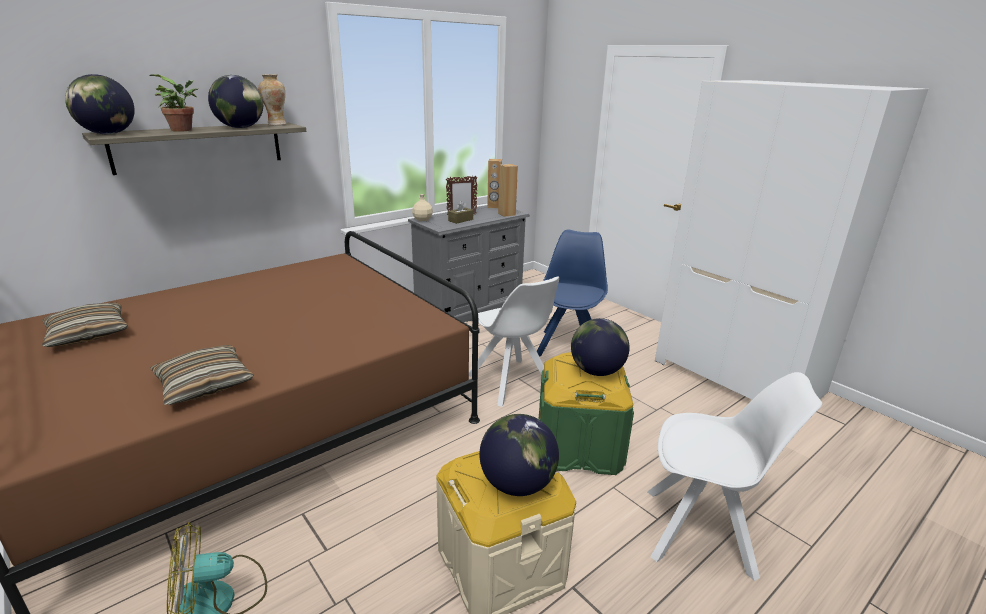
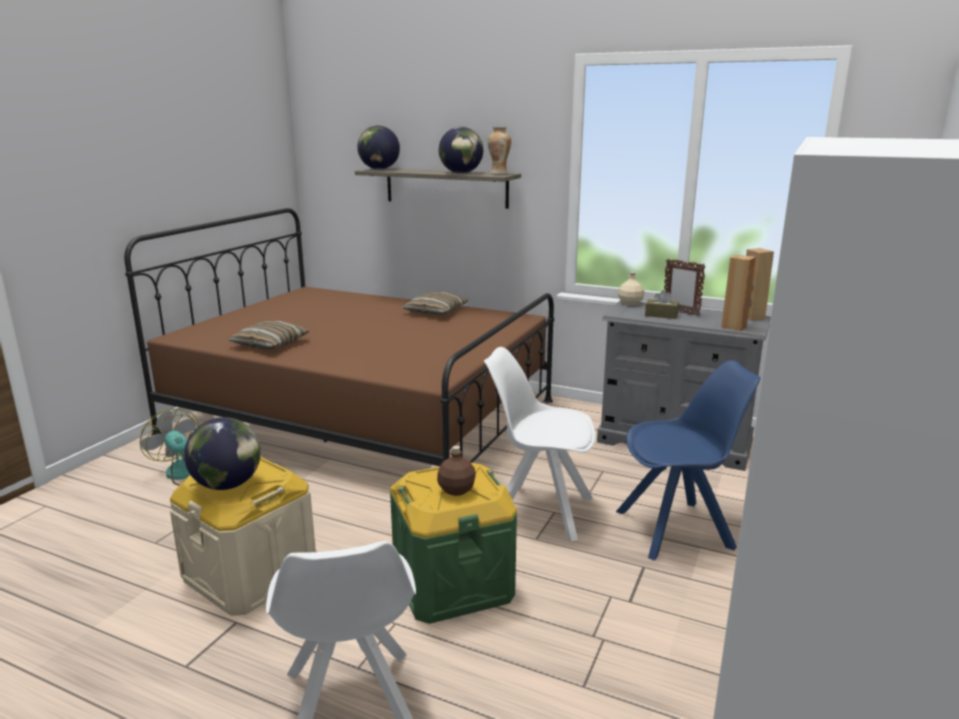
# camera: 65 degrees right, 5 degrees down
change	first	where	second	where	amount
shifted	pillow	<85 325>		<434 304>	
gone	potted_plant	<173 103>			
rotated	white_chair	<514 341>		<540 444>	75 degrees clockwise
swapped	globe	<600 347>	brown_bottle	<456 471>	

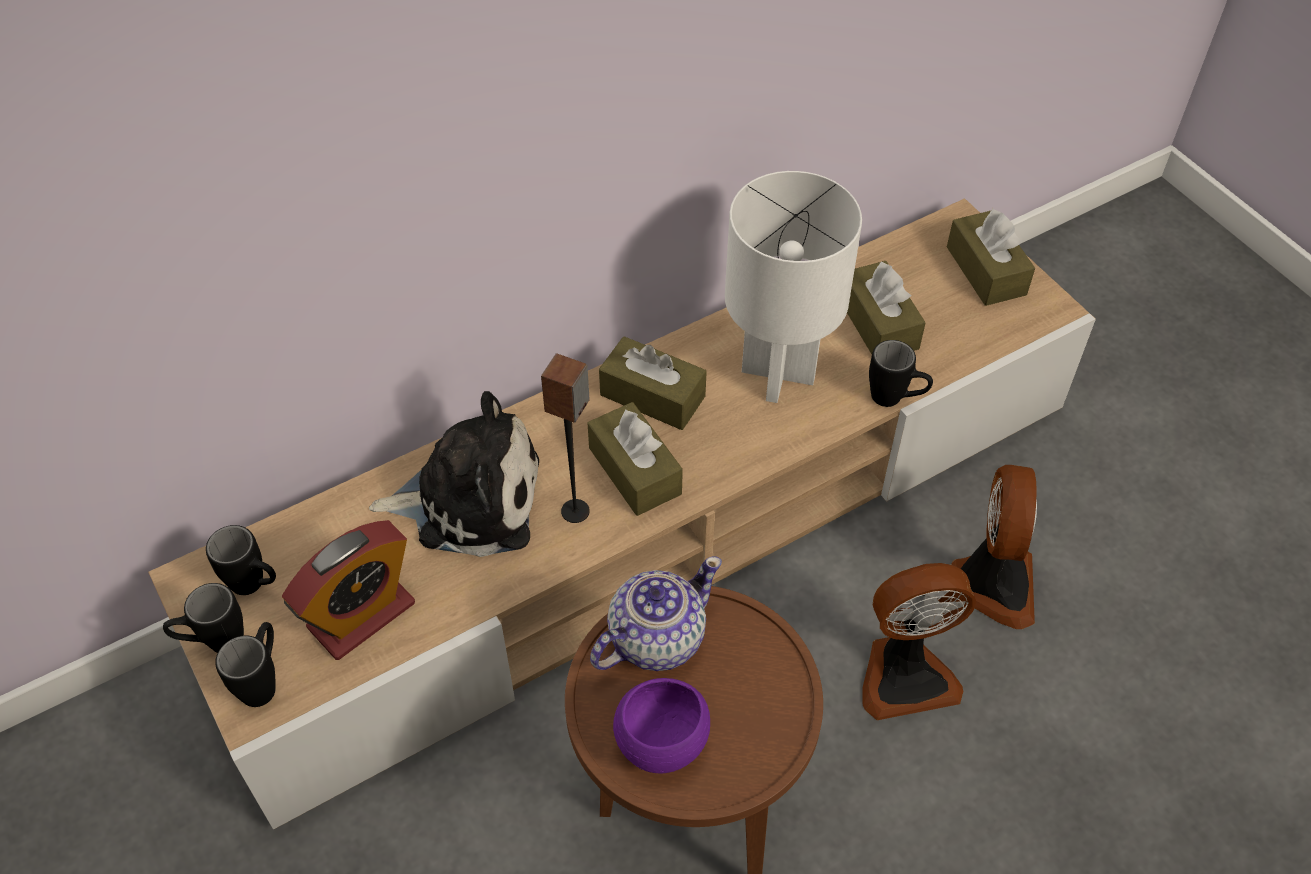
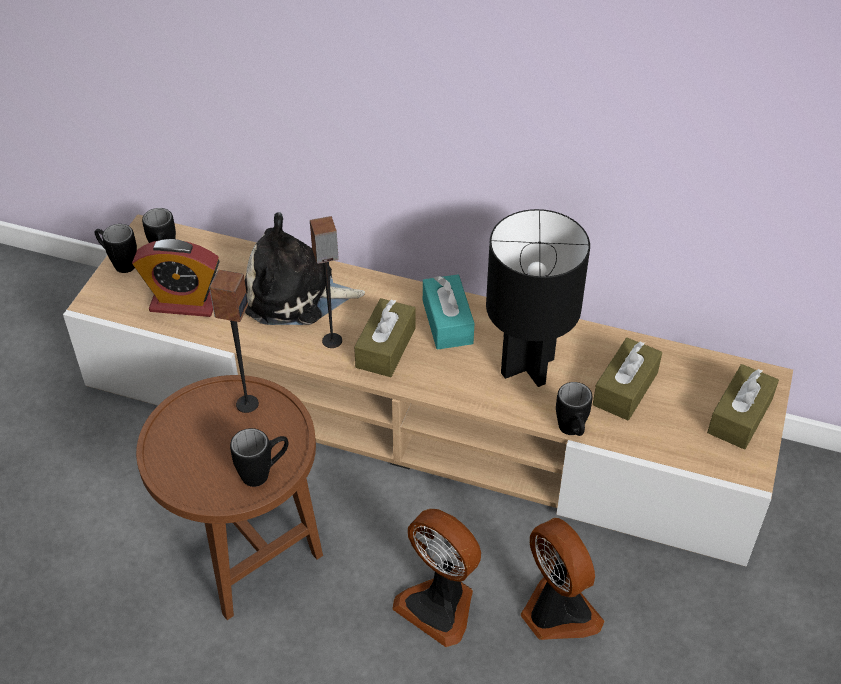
# camera: 50 degrees right, 5 degrees down
change	first	where	second	where	amount
shifted	black_mug	<245 664>		<259 457>	
rotated	plush_toy	<454 474>		<305 268>	135 degrees clockwise
swapped	teapot	<656 613>	speaker	<234 341>	
repainted	brown_tissue_box	<653 383>	turquoise_tissue_box	<448 312>	
gone	purple_bowl	<661 725>			
repainted	white_table_lamp	<793 287>	black_table_lamp	<538 298>	
rotated	fan	<994 547>		<563 579>	90 degrees counterclockwise

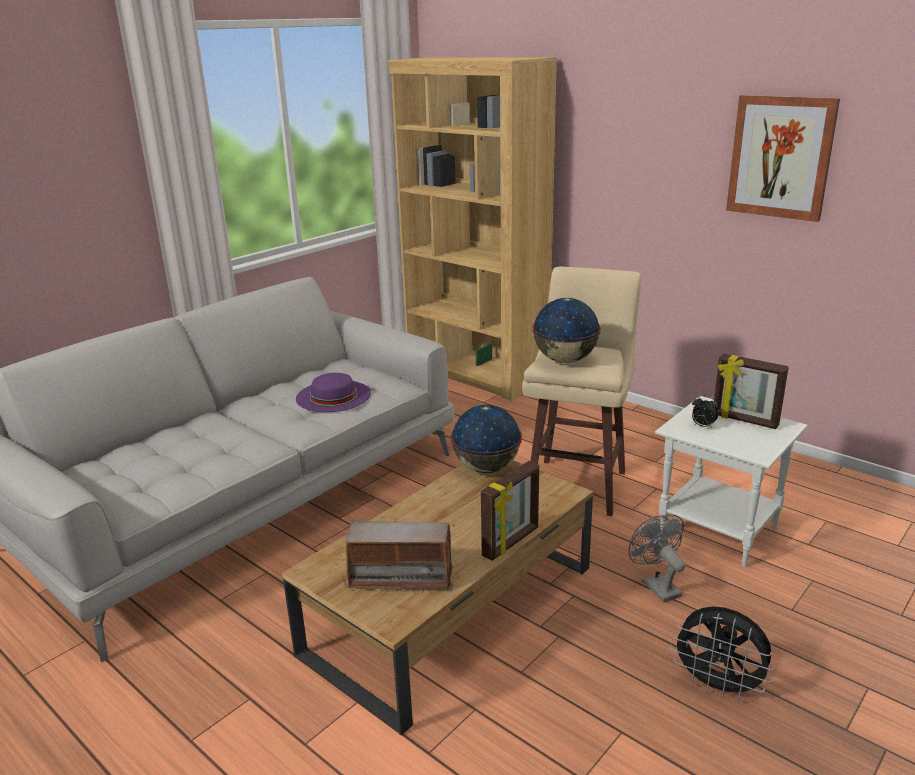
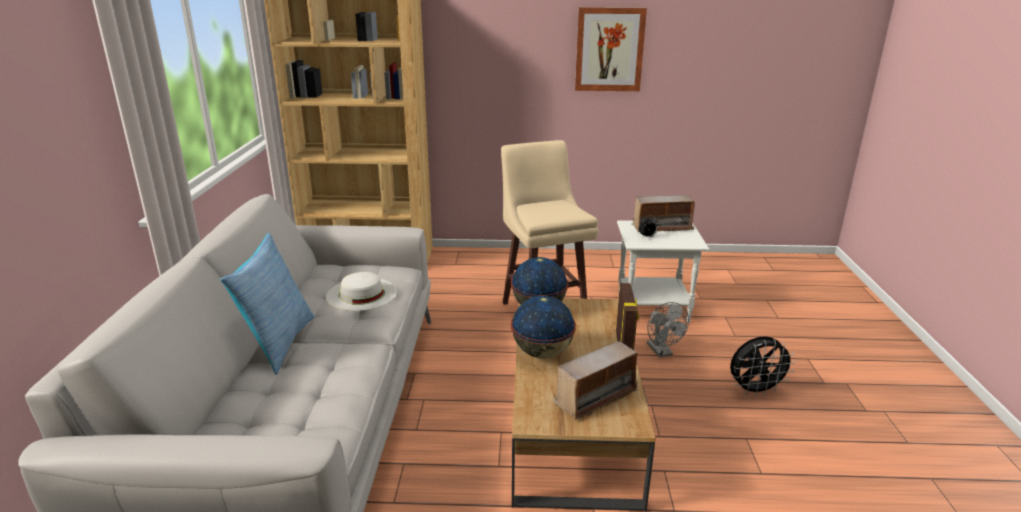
# camera: 40 degrees left, 0 degrees up
change	first	where	second	where	amount
repainted	purple_hat	<333 392>	white_hat	<361 291>	
shifted	globe	<566 330>		<543 327>	
rotated	grey_fan	<656 558>		<668 330>	135 degrees counterclockwise
swapped	picture_frame	<751 391>	radio	<664 213>	
new			pillow	<267 304>	

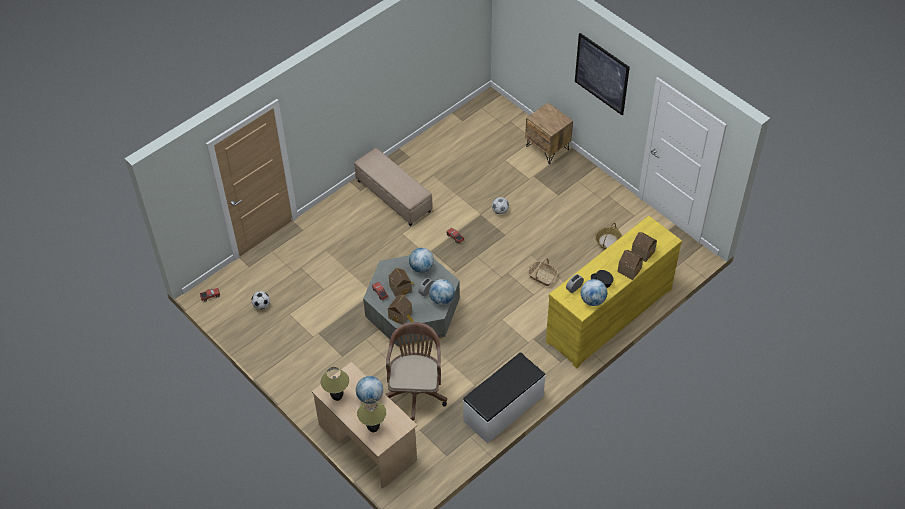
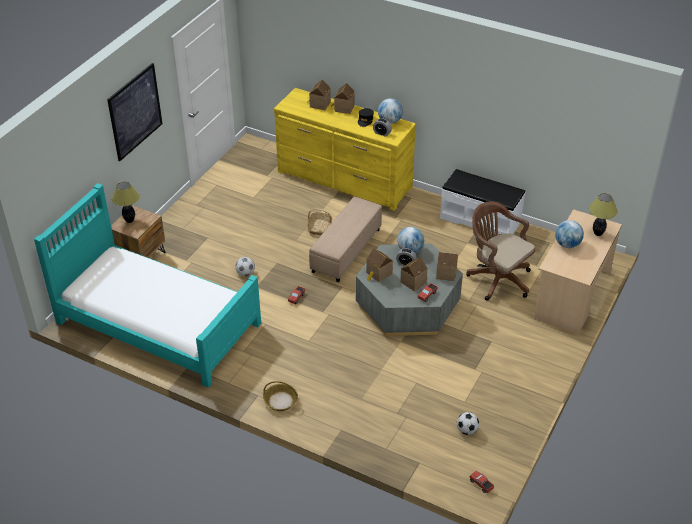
# camera: 110 degrees left, 10 degrees down
change	first	where	second	where	amount
shifted	table_lamp	<335 384>		<126 202>	
shifted	beige_ottoman	<393 187>		<345 239>	
rotated	brown_office_chair	<416 371>		<500 251>	60 degrees clockwise
swapped	globe	<421 260>	toy_house	<379 265>	
shifted	basket	<608 236>		<280 396>	
new			turquoise_bed	<147 285>	

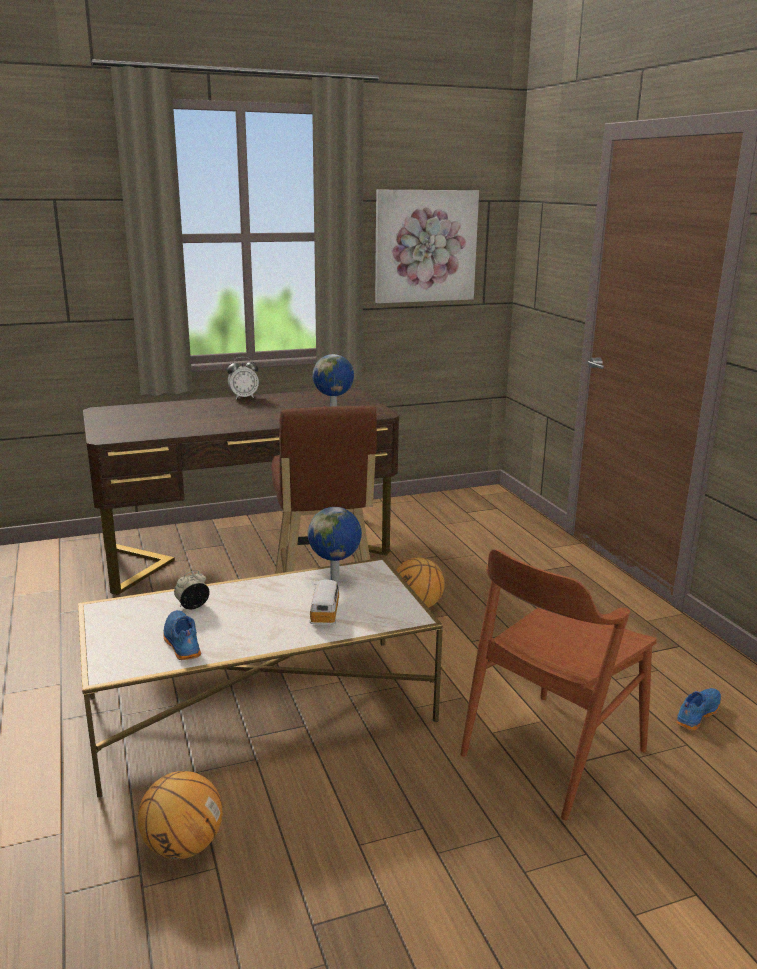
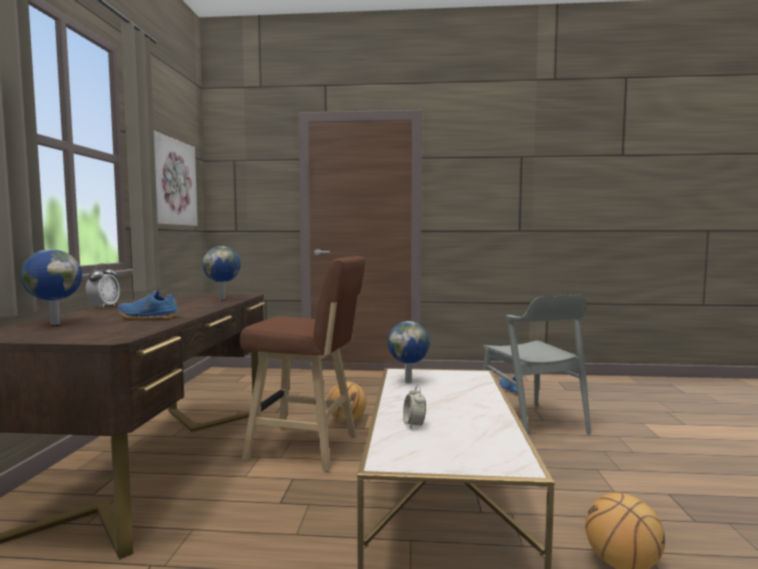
# camera: 65 degrees left, 15 degrees down
change	first	where	second	where	amount
shifted	blue_shoe	<182 635>		<149 304>	
gone	toy_car	<325 602>			
repainted	brown_chair	<558 685>	grey_chair	<537 365>	
new			globe	<51 287>	

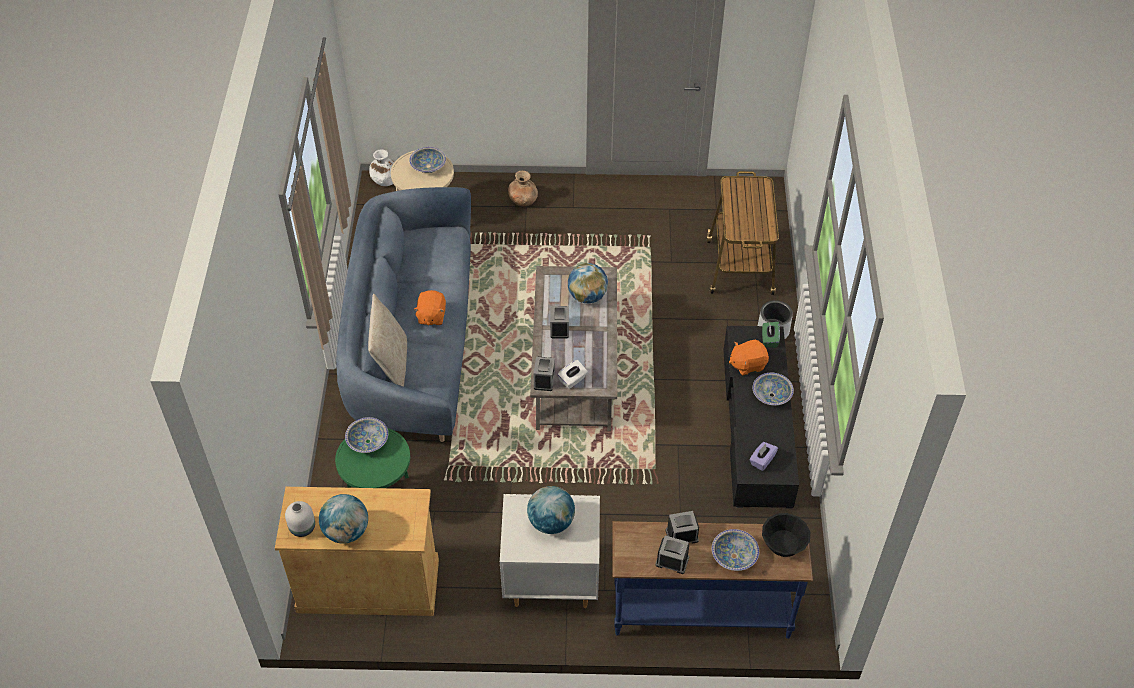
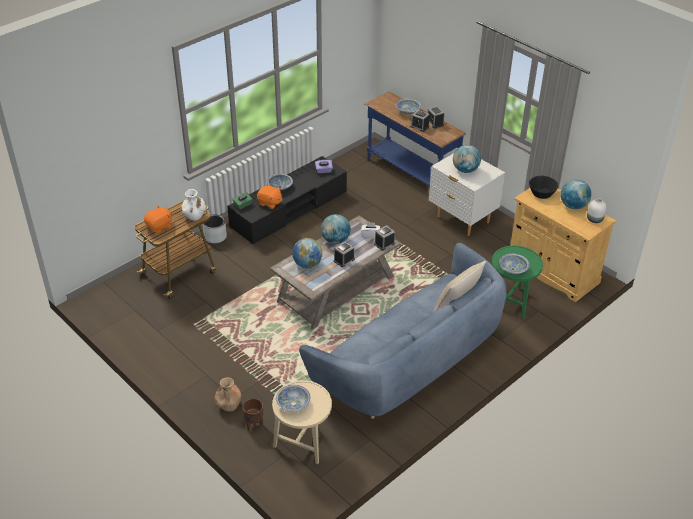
# camera: 135 degrees left, 10 degrees down
change	first	where	second	where	amount
shifted	white_vase	<381 167>		<194 205>	
shifted	orange_plush_toy	<429 308>		<158 220>	
shifted	black_bowl	<786 535>		<544 187>	
new			brown_planter	<252 414>	
new			globe	<336 229>	

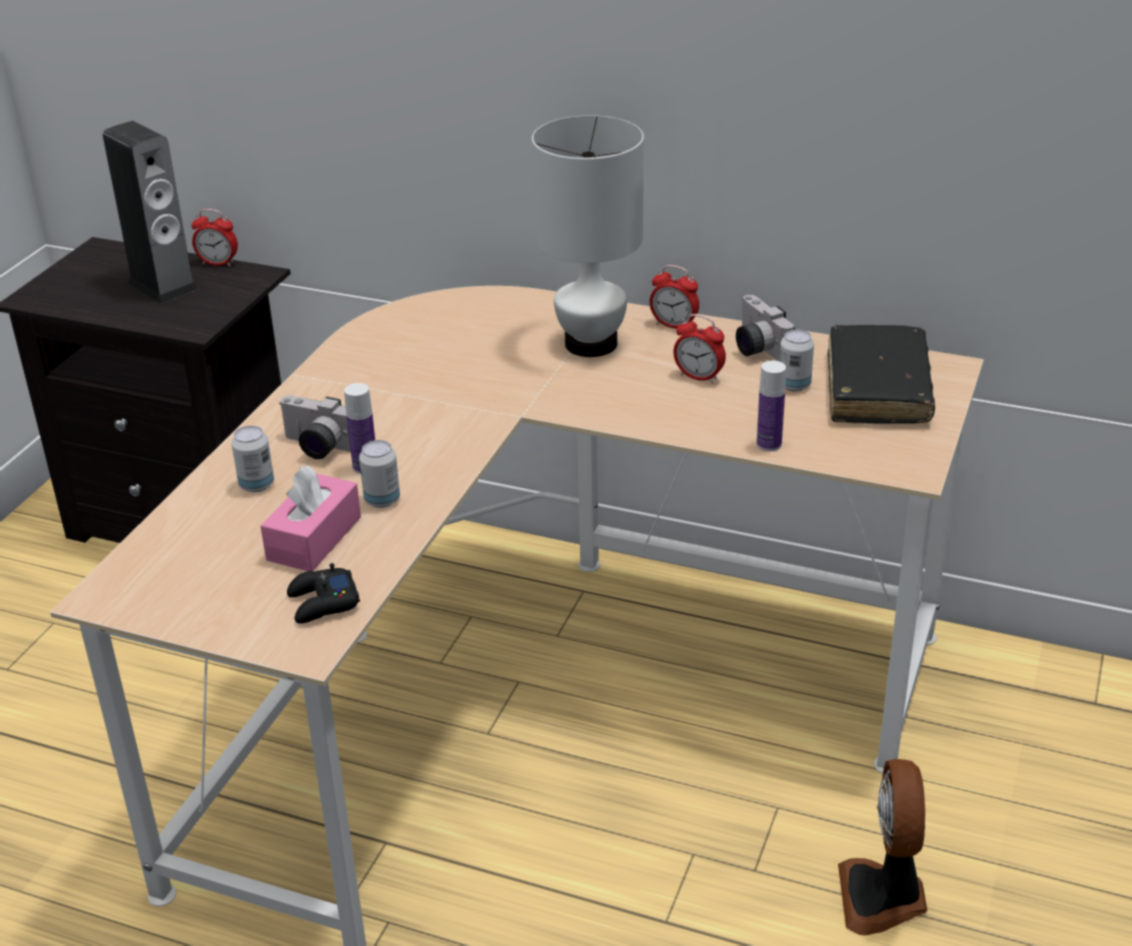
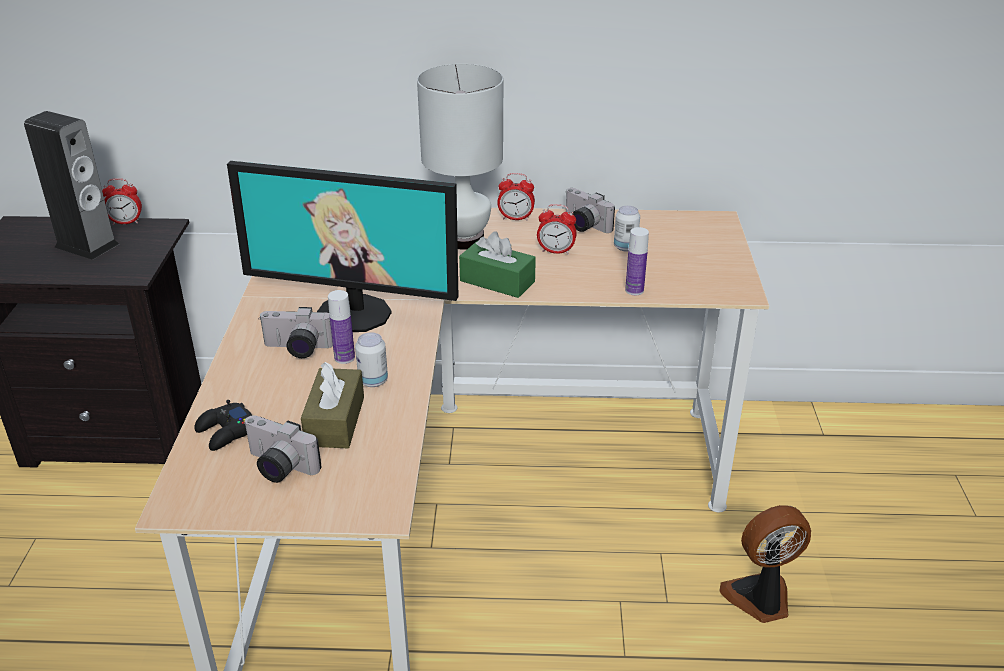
# camera: 20 degrees left, 0 degrees up
change	first	where	second	where	amount
gone	can	<252 459>			
repainted	pink_tissue_box	<311 518>	brown_tissue_box	<332 405>	
shifted	black_game_controller	<323 593>		<223 425>	
gone	black_book	<881 374>			
rotated	fan	<882 847>		<765 564>	90 degrees clockwise
new			monitor	<342 246>	
new			photo_camera	<282 449>	
new			green_tissue_box	<497 265>	

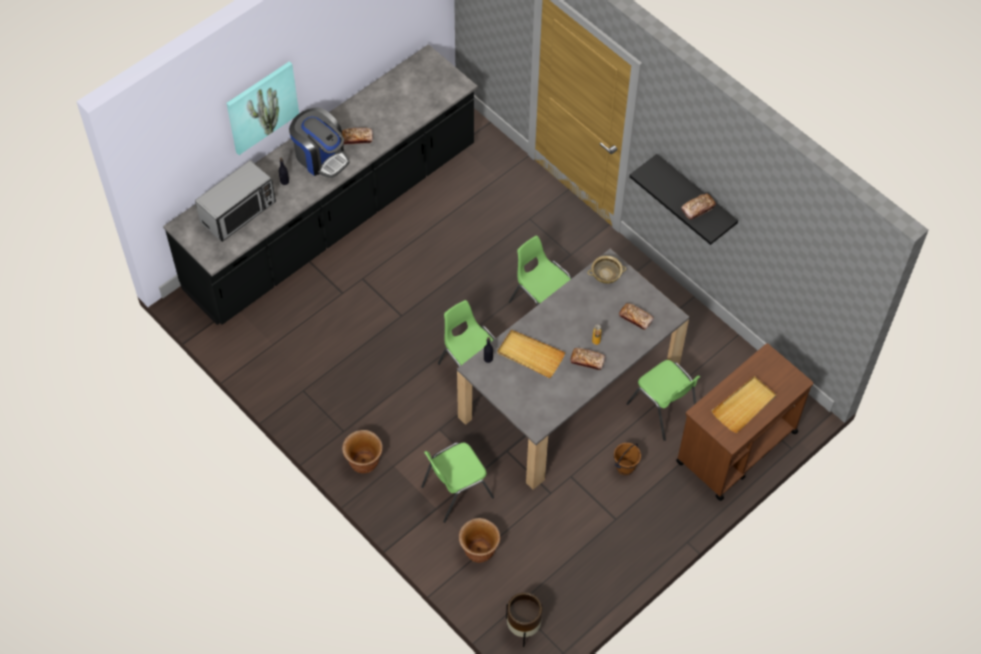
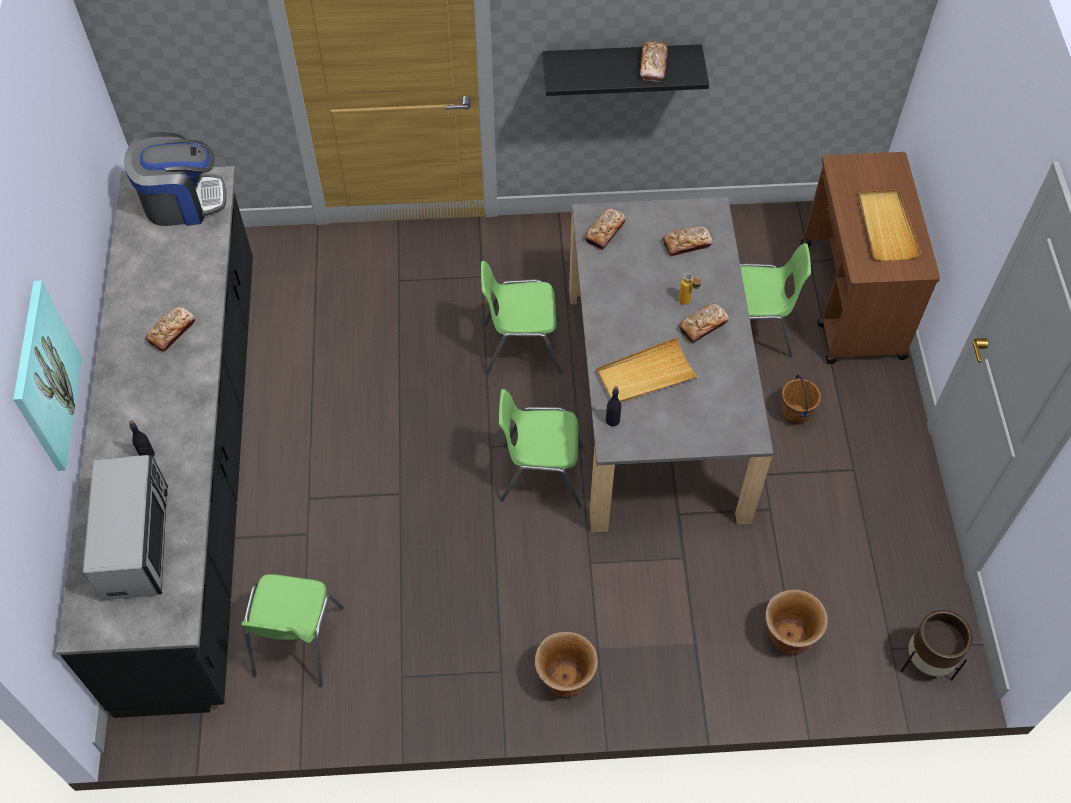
# camera: 50 degrees left, 0 degrees up
change	first	where	second	where	amount
shifted	coffee_machine	<319 142>		<175 179>	
shifted	green_chair	<457 482>		<292 630>	
swapped	beige_bowl	<607 270>	bread	<605 229>	

